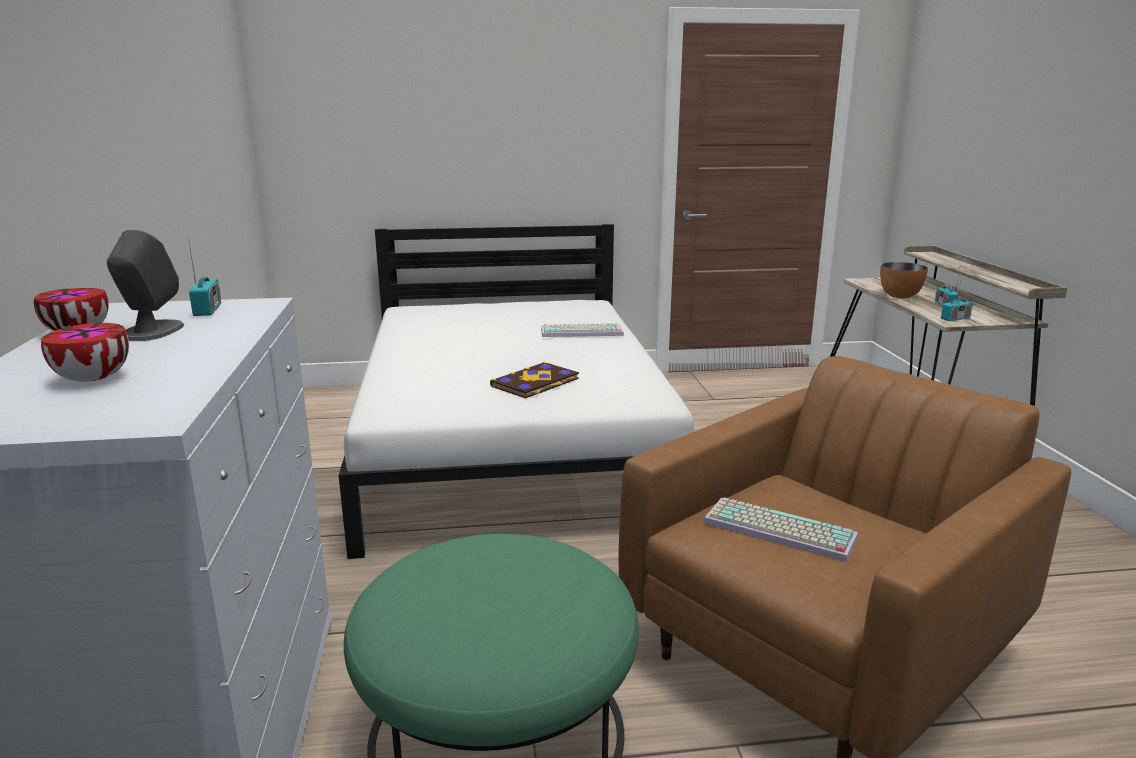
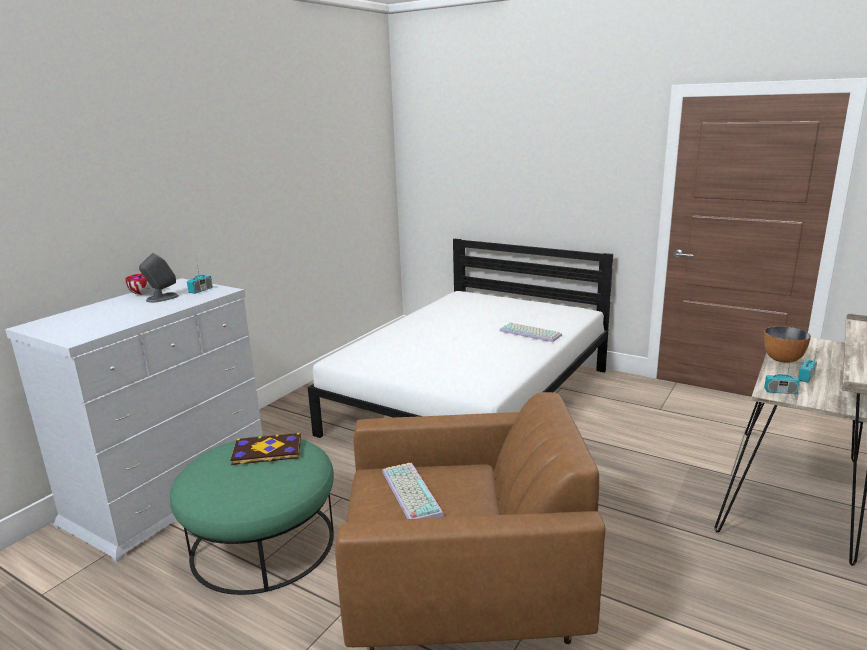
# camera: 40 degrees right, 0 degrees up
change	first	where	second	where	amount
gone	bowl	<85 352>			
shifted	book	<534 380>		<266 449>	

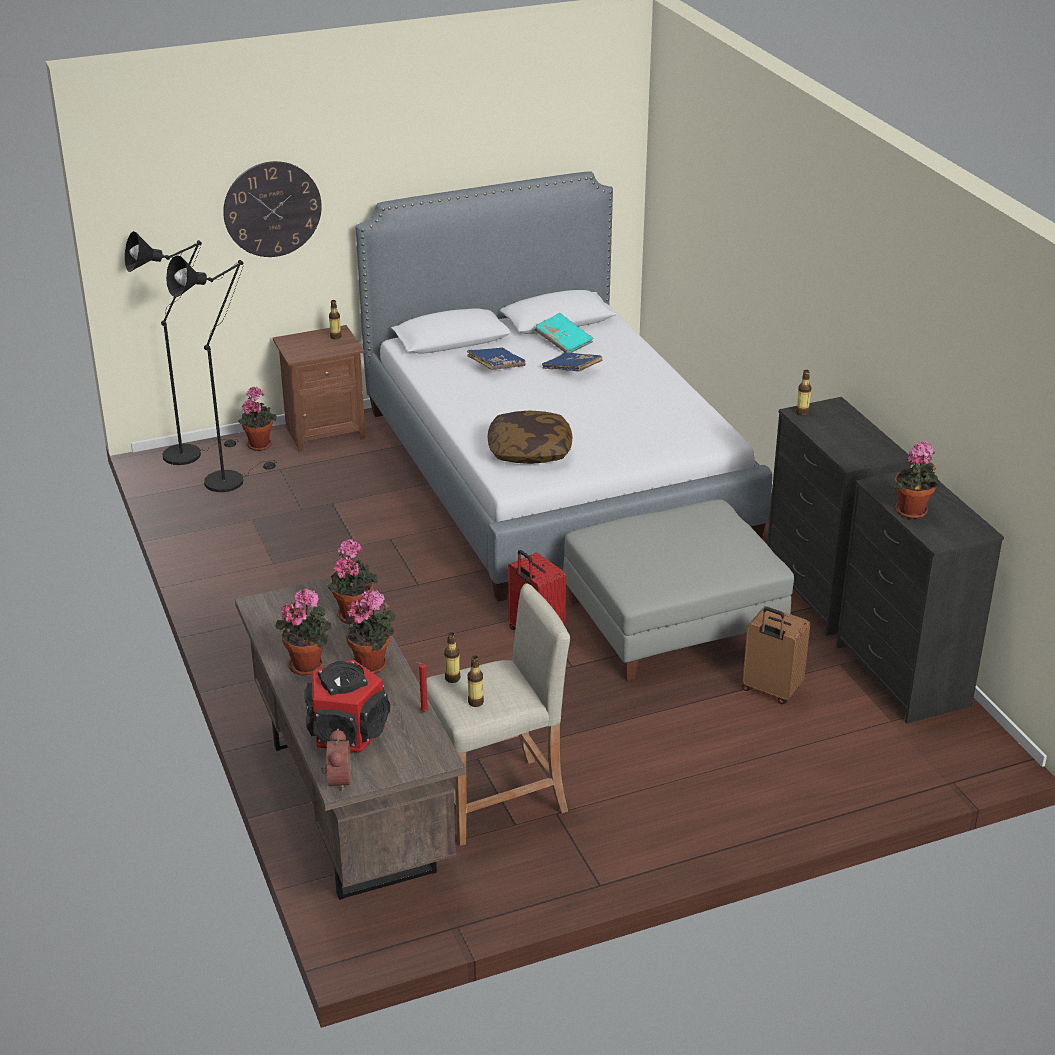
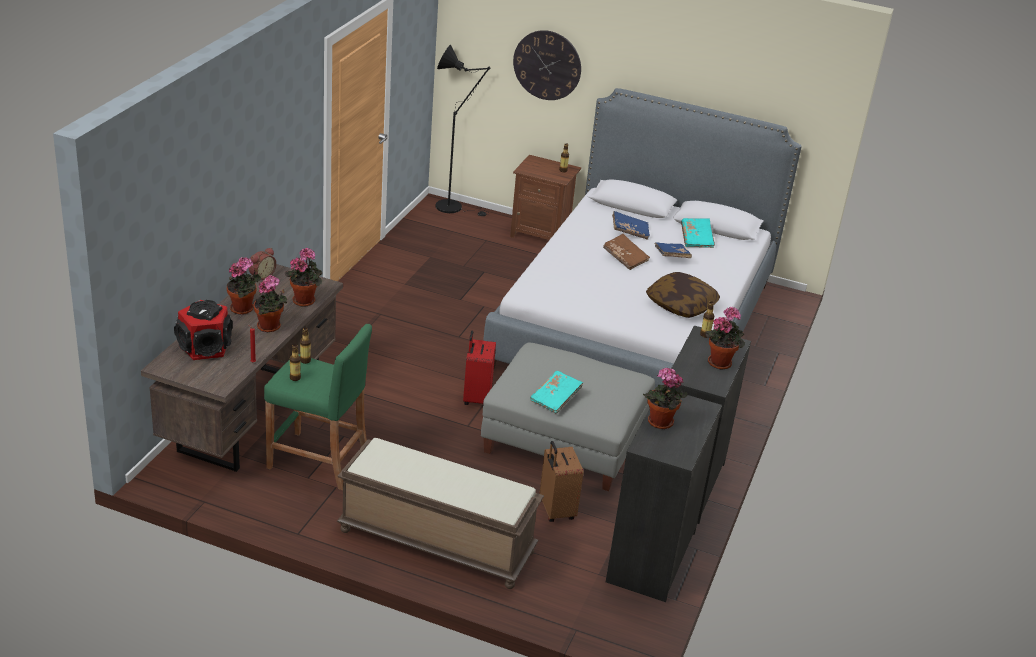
# camera: 40 degrees right, 0 degrees up
change	first	where	second	where	amount
gone	black_floor_lamp	<221 373>			
shifted	potted_plant	<257 419>		<725 338>	
shifted	alarm_clock	<336 760>		<262 264>	
repainted	beige_stool	<498 714>	green_stool	<318 407>	
shifted	pillow	<529 437>		<683 295>	
new			brown_bench	<440 513>	
new			turquoise_book	<556 392>	
new			brown_book	<626 252>	

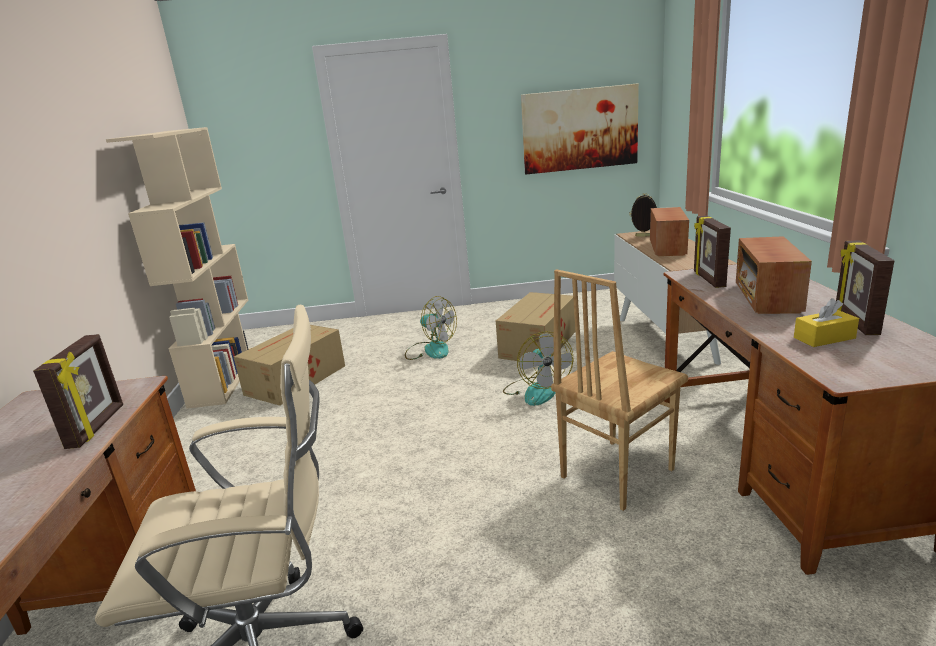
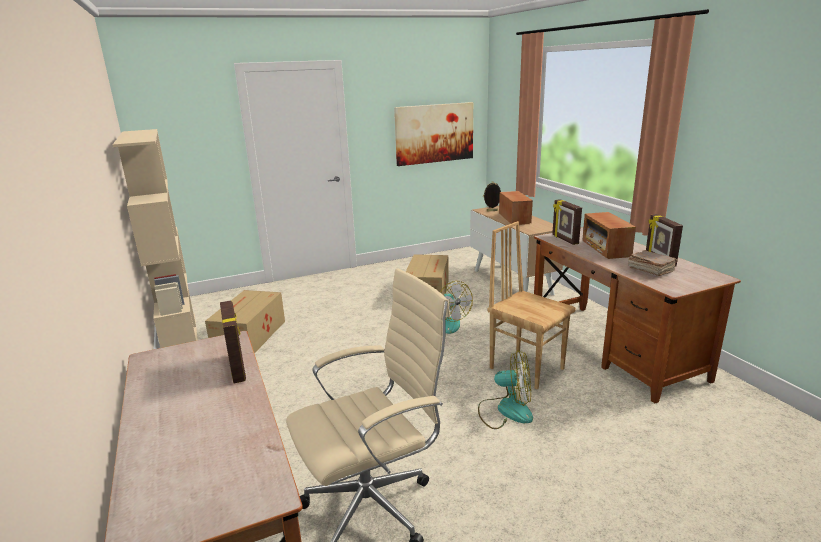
# camera: 20 degrees left, 0 degrees up
change	first	where	second	where	amount
shifted	fan	<431 328>		<505 389>	
rotated	brown_chair	<619 390>		<531 305>	105 degrees clockwise
swapped	yellow_tissue_box	<826 322>	brown_book	<653 263>	

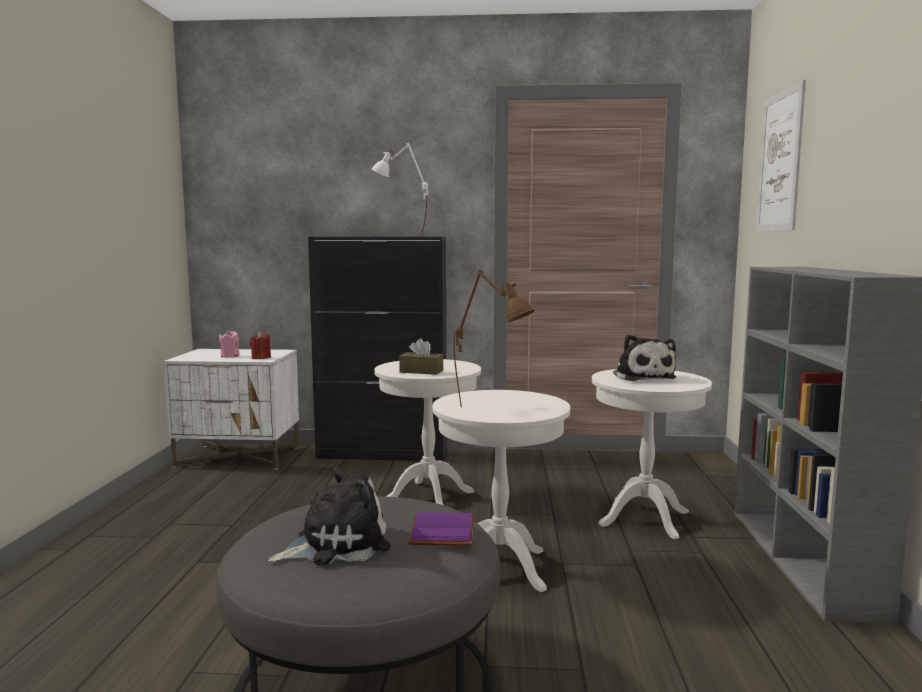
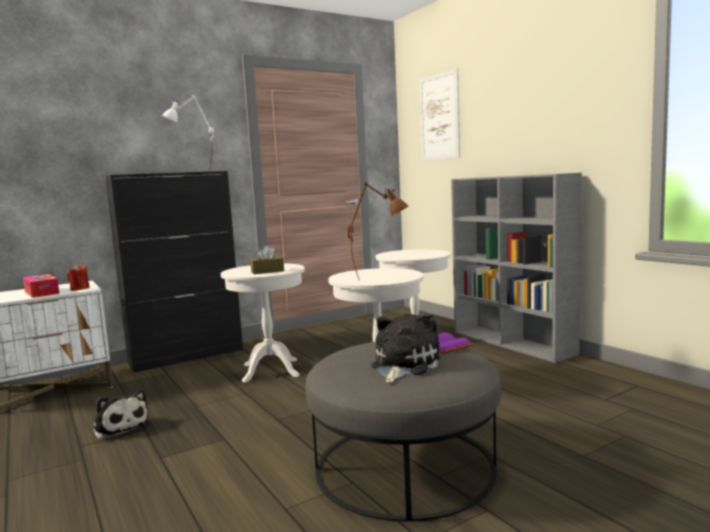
# camera: 35 degrees left, 0 degrees up
change	first	where	second	where	amount
swapped	pink_candle	<229 344>	tissue_box	<41 286>	
shifted	plush_toy	<644 358>		<121 414>	

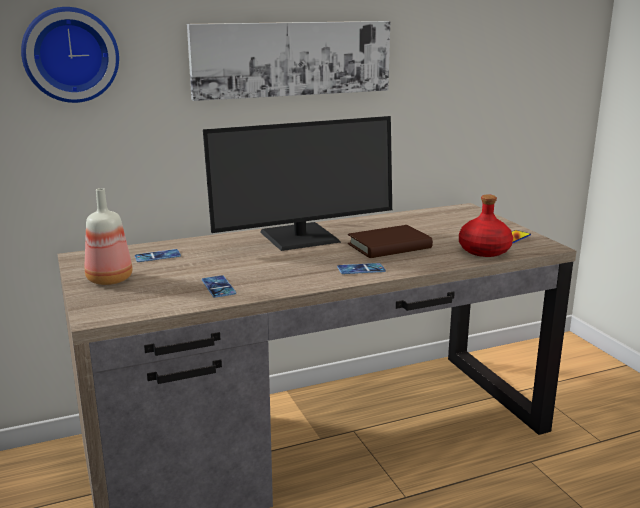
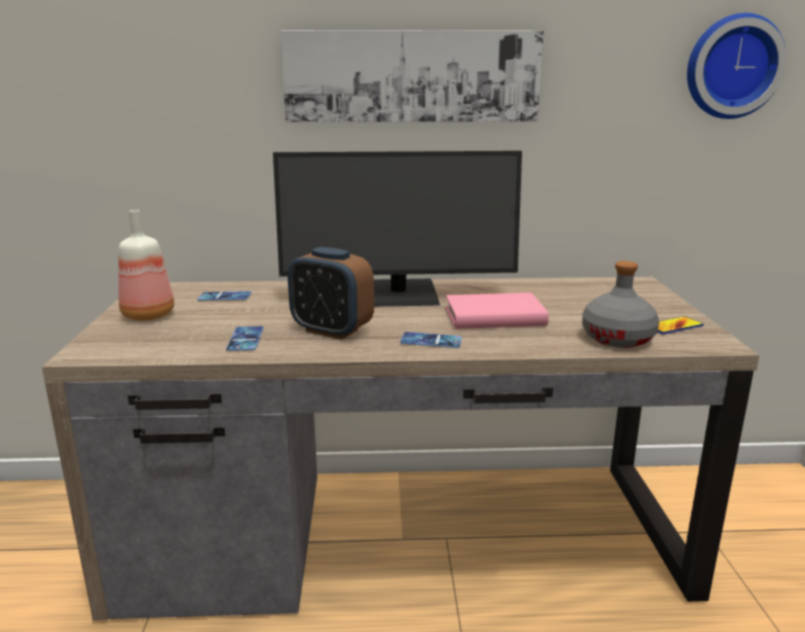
# camera: 20 degrees right, 0 degrees up
change	first	where	second	where	amount
shifted	wall_clock	<70 55>		<737 66>	
repainted	brown_book	<390 241>	pink_book	<497 311>	
repainted	red_bottle	<486 225>	grey_bottle	<620 304>	
new			alarm_clock	<331 293>	

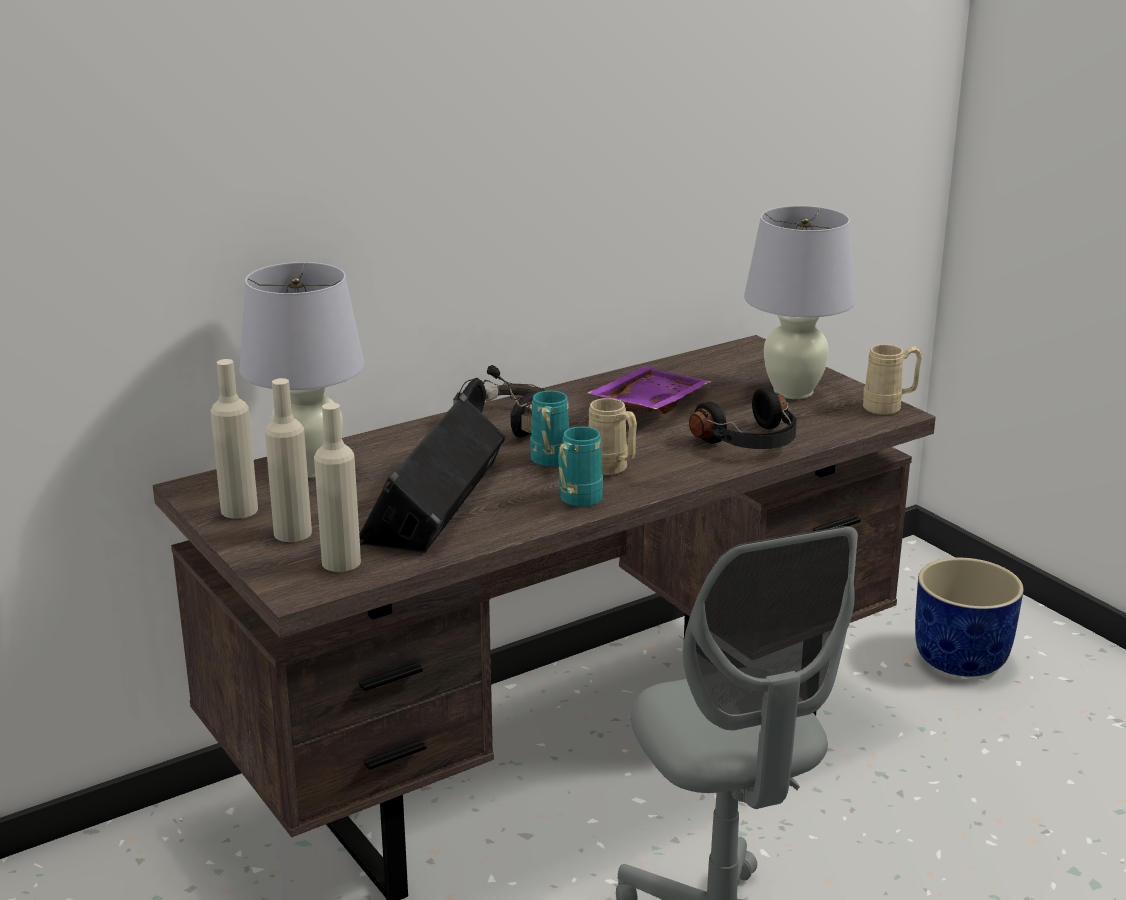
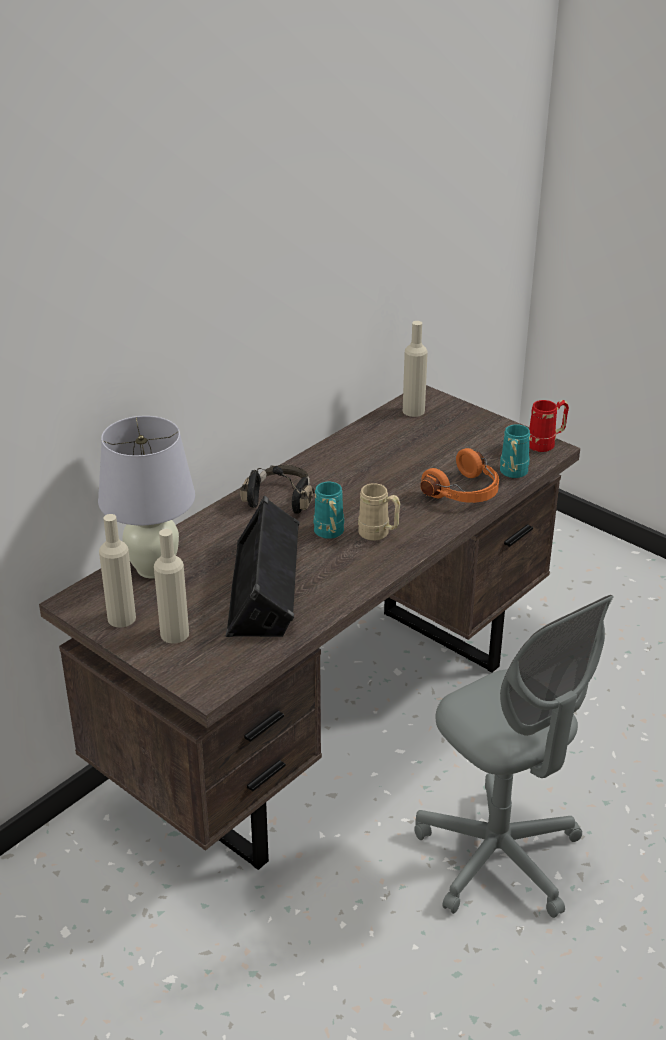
# camera: 15 degrees left, 10 degrees up
change	first	where	second	where	amount
shifted	beige_bottle	<337 487>		<415 369>	
shifted	turquoise_mug	<580 466>		<515 451>	
gone	purple_tray	<649 390>			
repainted	black_headphones	<743 418>	orange_headphones	<459 475>	
gone	white_table_lamp	<800 302>			
repainted	beige_mug	<892 379>	red_mug	<549 426>	
gone	blue_planter	<969 617>			

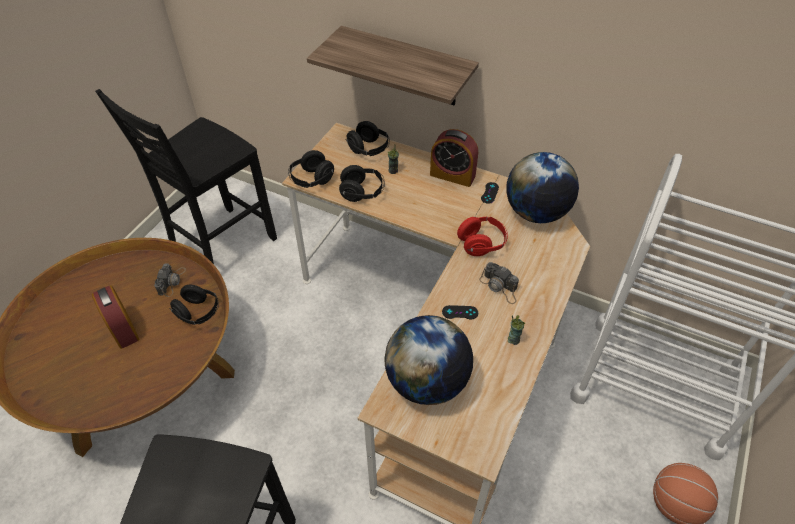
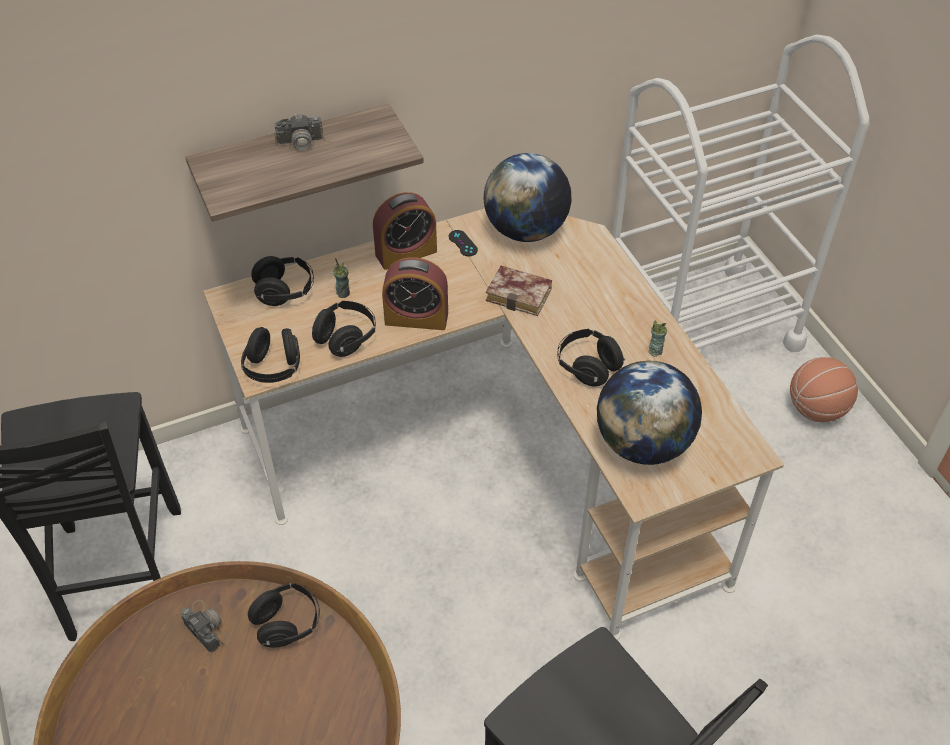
# camera: 50 degrees left, 0 degrees up
change	first	where	second	where	amount
shifted	alarm_clock	<116 317>		<415 293>	
swapped	black_game_controller	<460 312>	black_headphones	<591 358>	
swapped	red_headphones	<482 236>	book	<519 291>	
shifted	photo_camera	<499 283>		<305 132>	

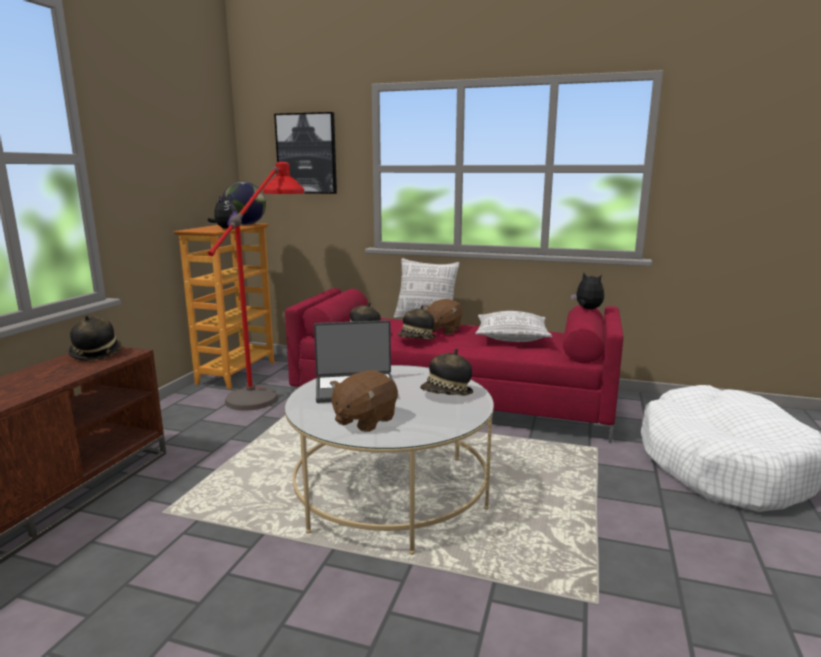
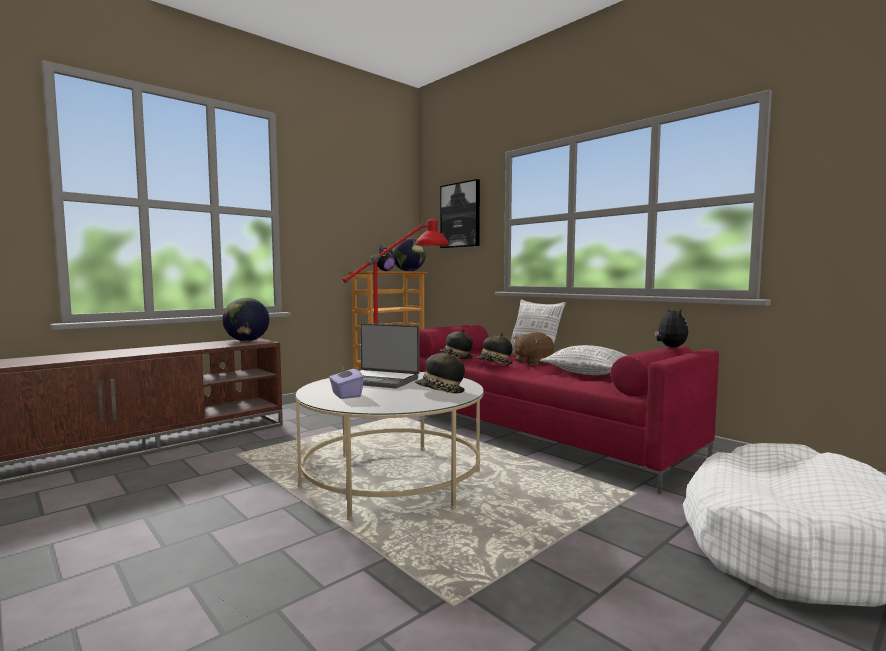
# camera: 30 degrees right, 10 degrees down
change	first	where	second	where	amount
swapped	hat	<95 338>	globe	<245 319>	
swapped	brown_plush_toy	<364 401>	purple_tissue_box	<346 381>	

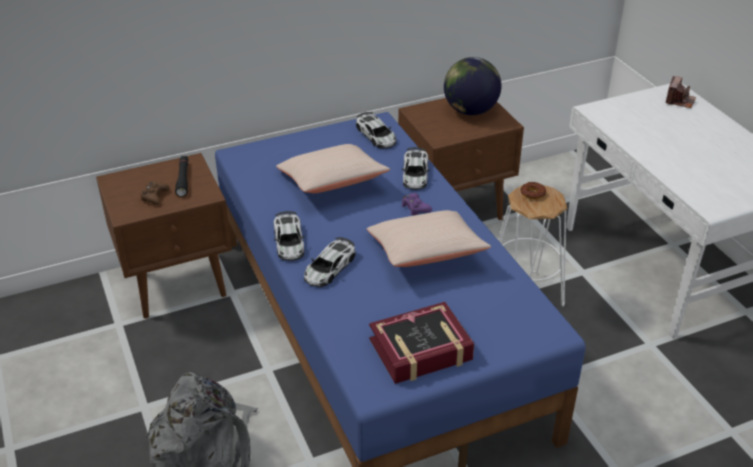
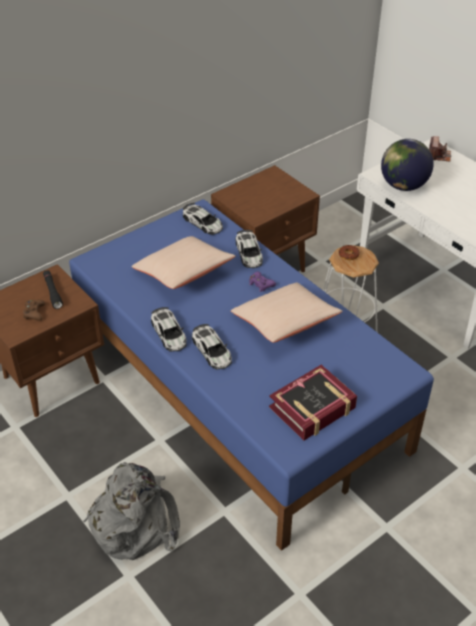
# camera: 15 degrees left, 5 degrees up
change	first	where	second	where	amount
rotated	toy_car	<330 262>		<212 347>	45 degrees counterclockwise
shifted	globe	<472 86>		<407 165>	

